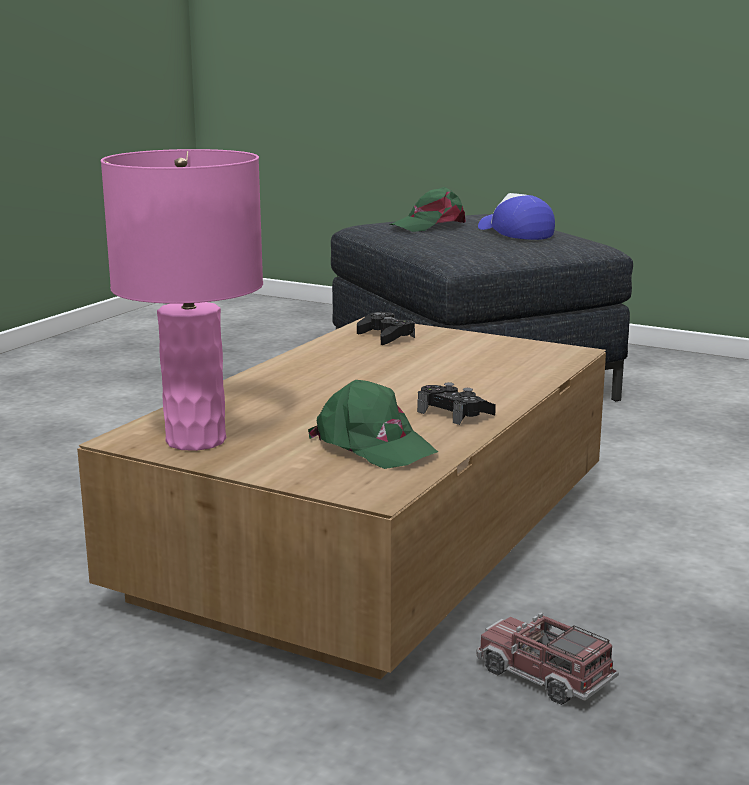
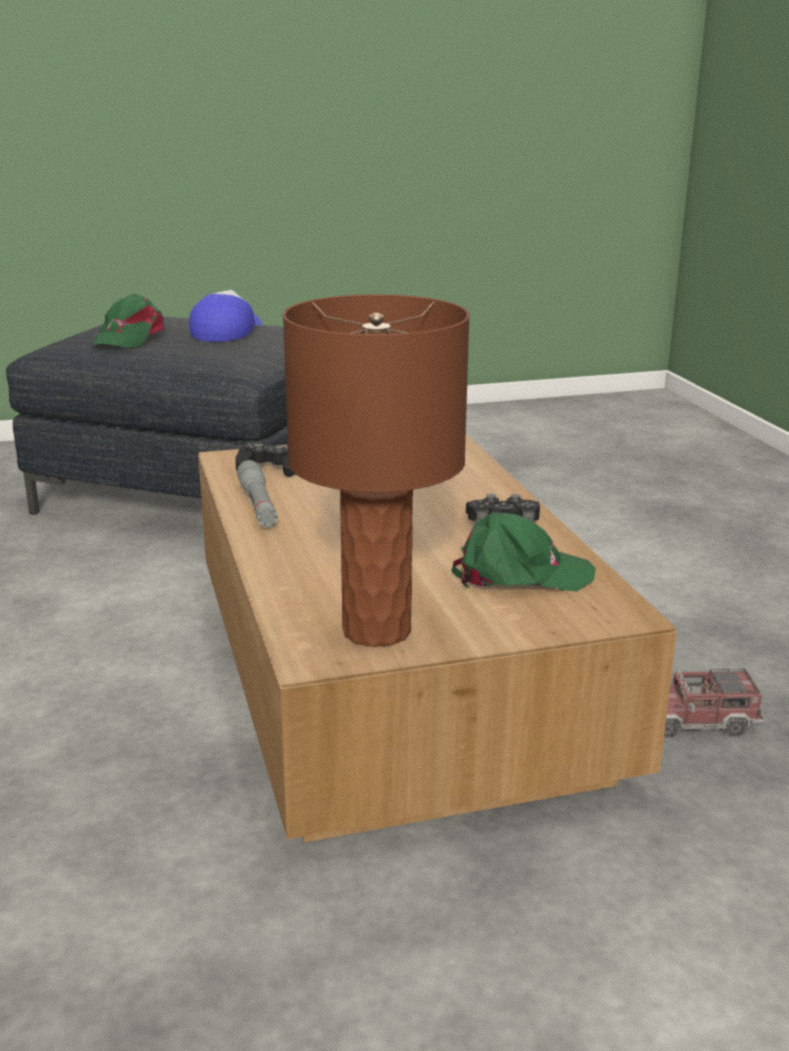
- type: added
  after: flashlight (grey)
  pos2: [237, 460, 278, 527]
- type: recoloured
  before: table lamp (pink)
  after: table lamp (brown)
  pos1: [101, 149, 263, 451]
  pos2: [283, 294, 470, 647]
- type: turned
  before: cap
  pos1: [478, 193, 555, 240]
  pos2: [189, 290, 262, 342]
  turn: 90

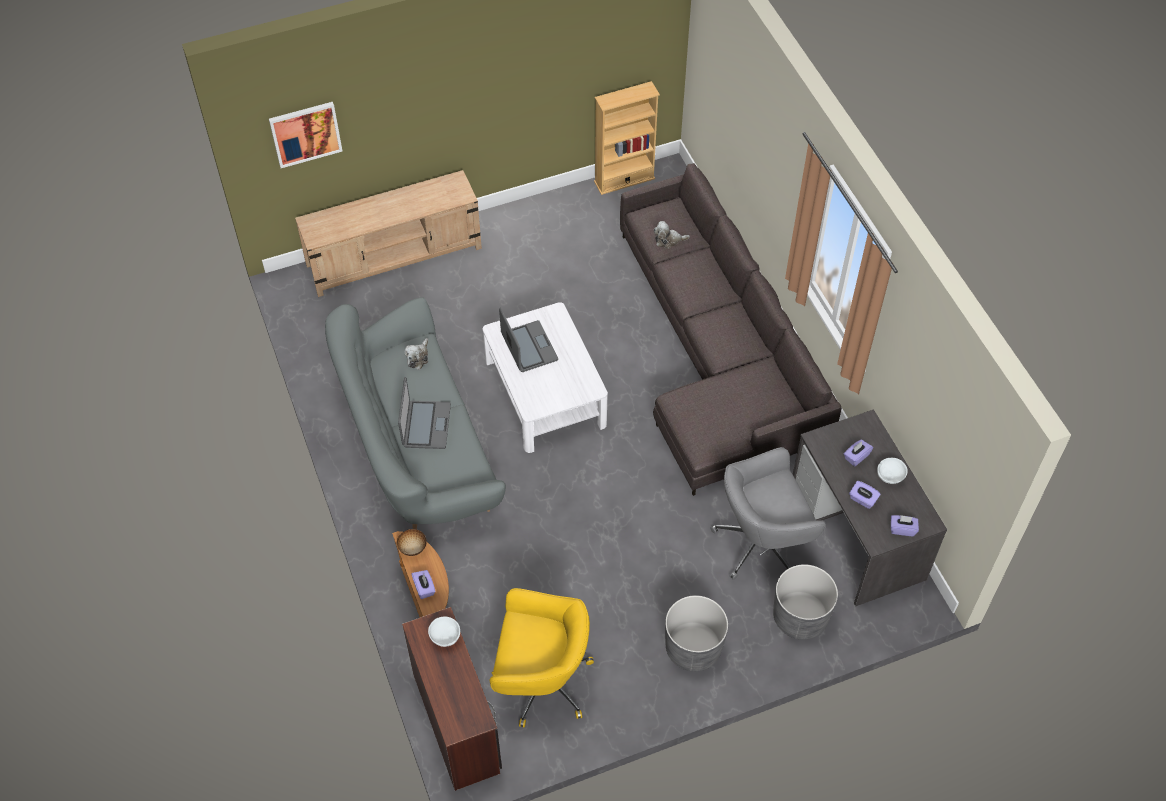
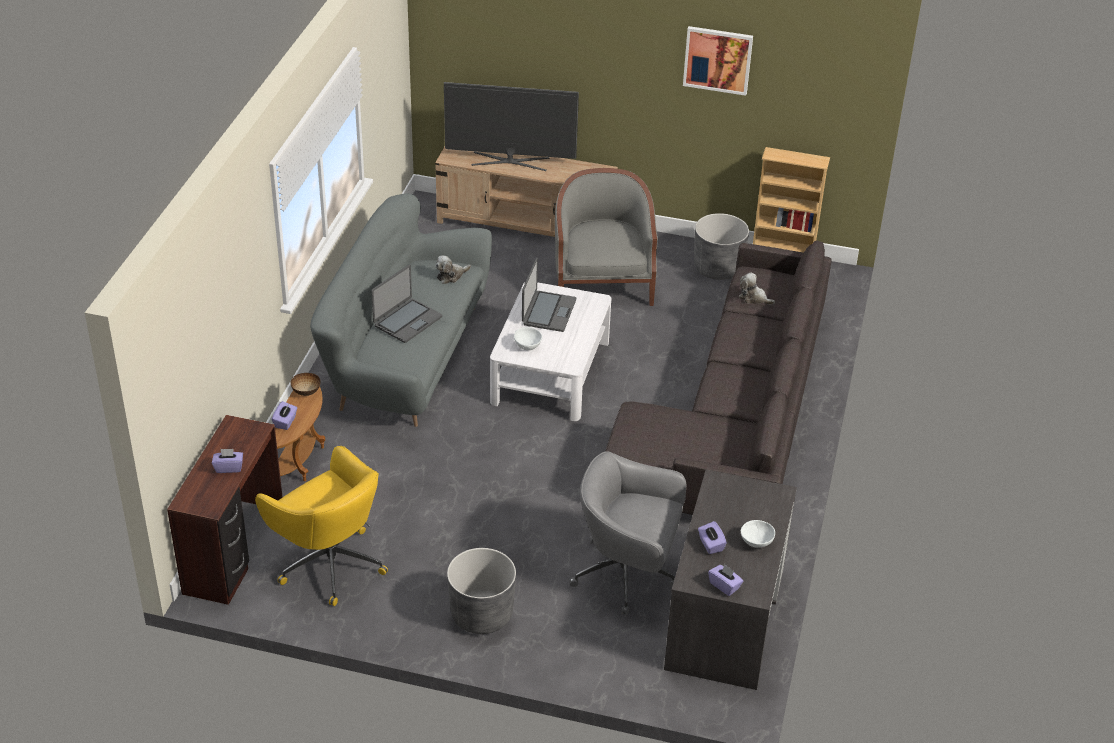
- type: added
  after: television
  pos2: [444, 82, 579, 171]
- type: added
  after: armchair (grey)
  pos2: [555, 168, 658, 306]
- type: moved
  before: picture
  pos1: [269, 102, 342, 168]
  pos2: [683, 26, 753, 96]
- type: moved
  before: bowl (white)
  pos1: [428, 617, 460, 647]
  pos2: [514, 327, 542, 350]
- type: moved
  before: planter (grey)
  pos1: [773, 564, 838, 640]
  pos2: [694, 213, 749, 280]
- type: moved
  before: tissue box (purple)
  pos1: [844, 440, 873, 467]
  pos2: [212, 449, 243, 473]

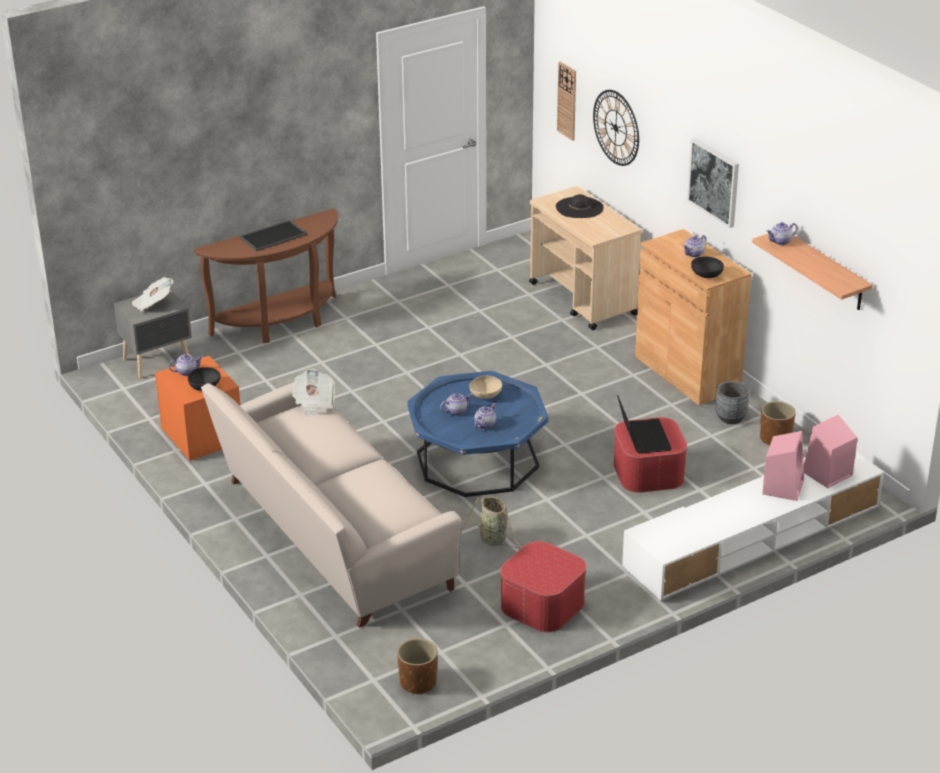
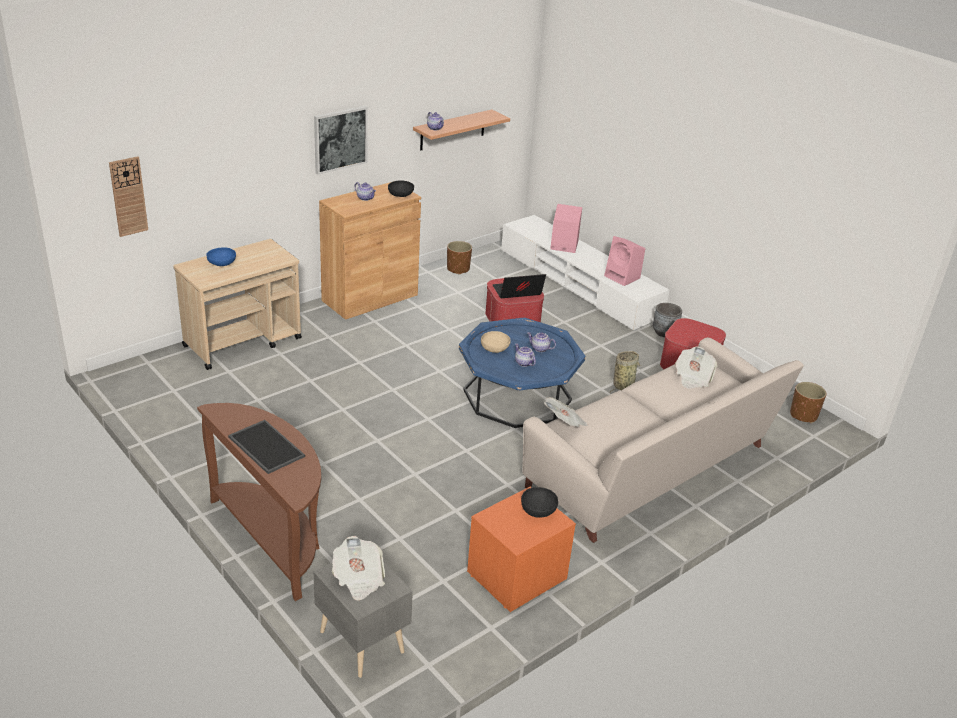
- type: removed
  before: teapot
  pos1: [168, 354, 203, 376]
- type: removed
  before: wall clock
  pos1: [593, 90, 639, 166]
- type: added
  after: newspaper
  pos2: [675, 346, 718, 389]
- type: moved
  before: planter (grey)
  pos1: [715, 381, 750, 424]
  pos2: [653, 303, 682, 337]
- type: moved
  before: speaker (pink)
  pos1: [804, 415, 858, 488]
  pos2: [604, 236, 645, 286]
- type: replaced
  before: hat (black)
  after: bowl (blue)
  pos1: [556, 194, 604, 218]
  pos2: [206, 247, 236, 266]

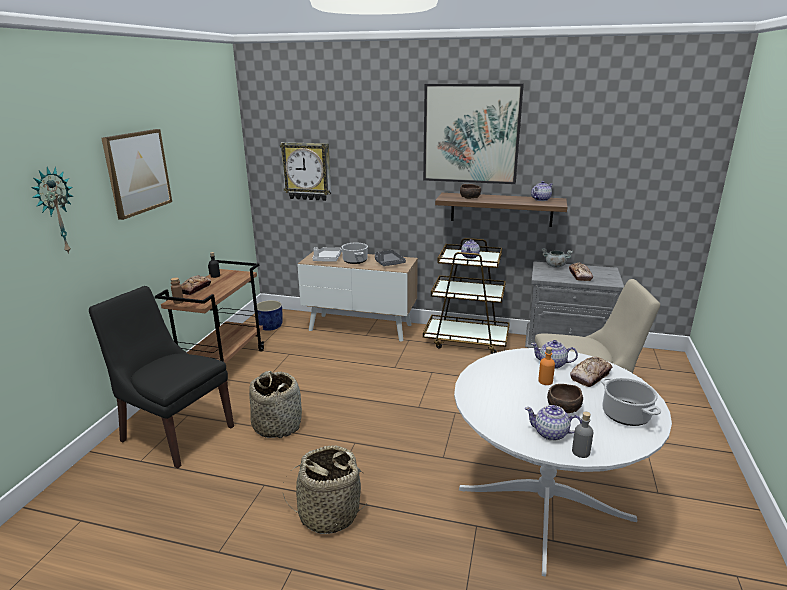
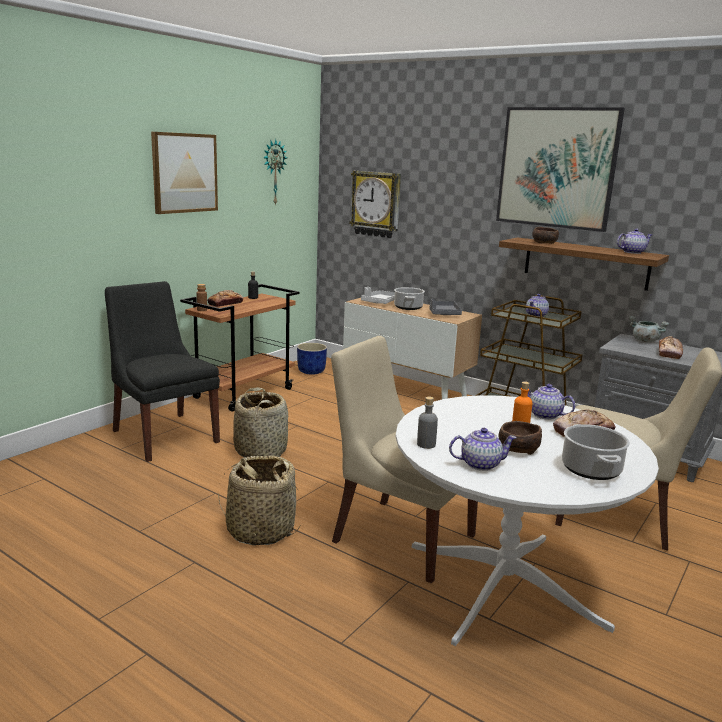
- type: added
  after: chair (beige)
  pos2: [331, 336, 478, 584]
- type: moved
  before: wall clock
  pos1: [31, 167, 74, 254]
  pos2: [263, 139, 287, 206]
- type: moved
  before: bottle (grey)
  pos1: [572, 412, 594, 458]
  pos2: [417, 397, 438, 449]
- type: turned
  before: teapot
  pos1: [525, 405, 582, 441]
  pos2: [449, 428, 517, 471]
  turn: 135

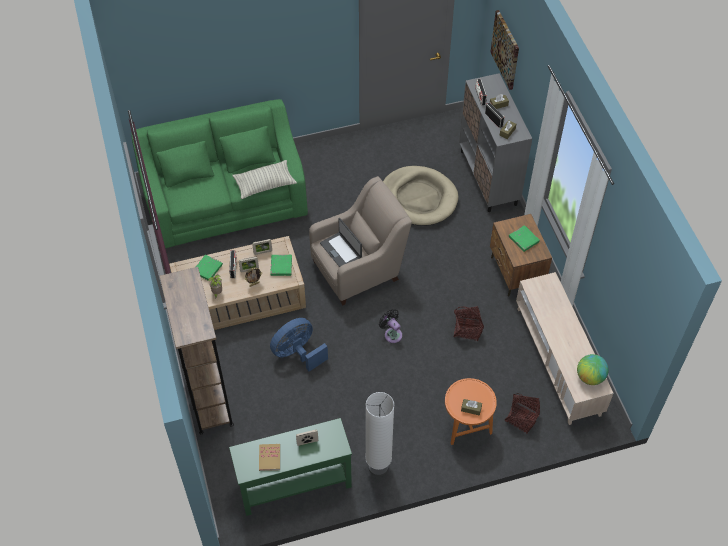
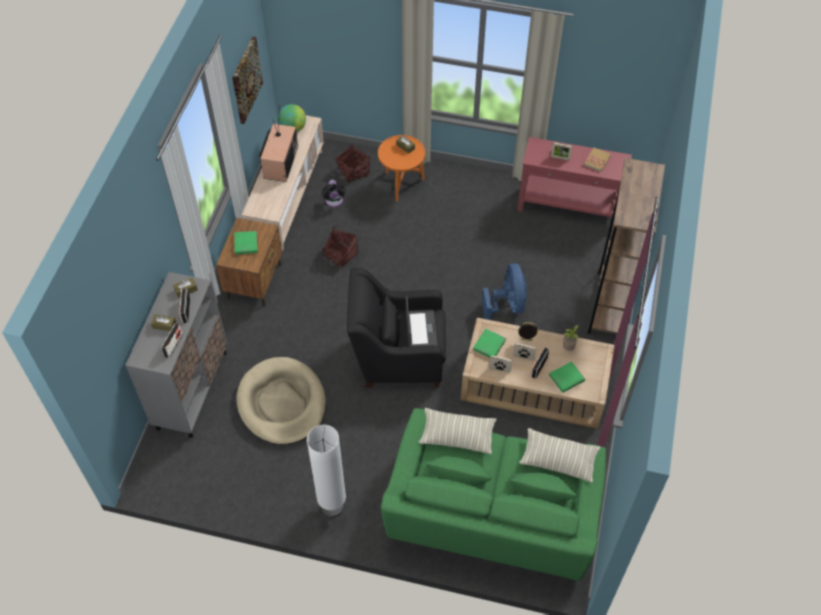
- type: added
  after: television
  pos2: [259, 105, 298, 182]
- type: added
  after: pillow
  pos2: [519, 428, 600, 483]
- type: moved
  before: floor lamp (white)
  pos1: [365, 392, 394, 476]
  pos2: [307, 425, 346, 518]
- type: moved
  before: fan (black)
  pos1: [379, 309, 402, 343]
  pos2: [322, 180, 346, 207]
- type: moved
  before: picture
  pos1: [490, 10, 519, 90]
  pos2: [232, 36, 263, 124]
- type: recoloured
  before: console table (green)
  after: console table (red)
  pos1: [229, 418, 352, 516]
  pos2: [517, 137, 632, 228]
- type: recoloured
  before: armchair (beige)
  after: armchair (black)
  pos1: [309, 176, 412, 306]
  pos2: [347, 268, 446, 388]
- type: turned
  before: fan (blue)
  pos1: [270, 318, 328, 371]
  pos2: [482, 263, 527, 320]
  turn: -90

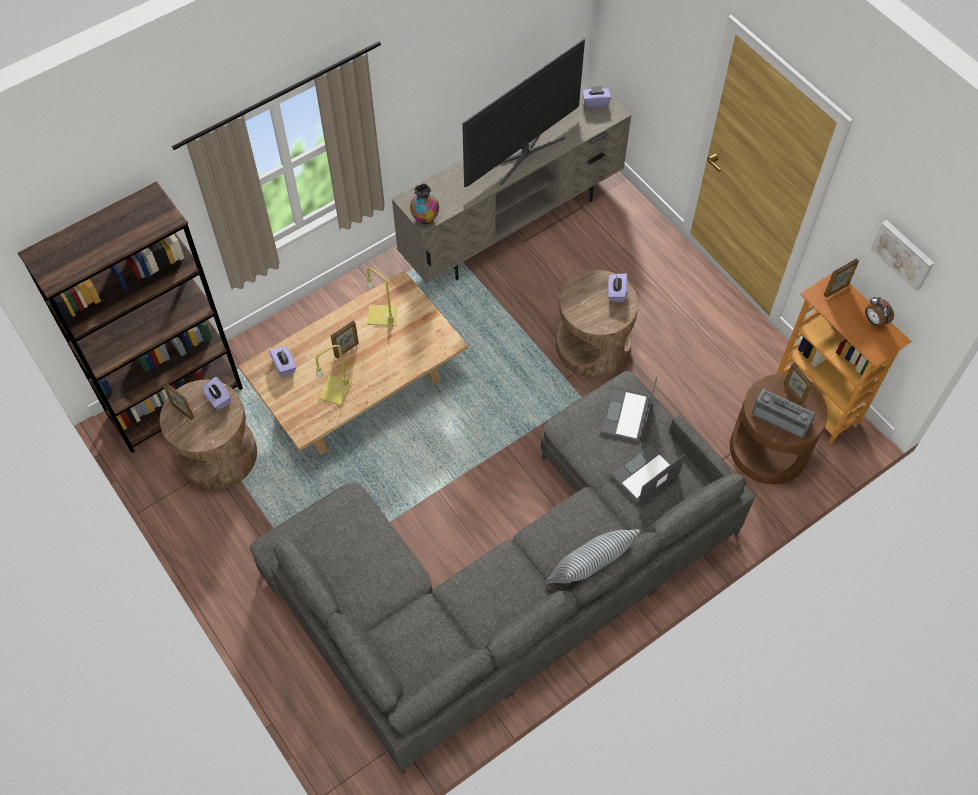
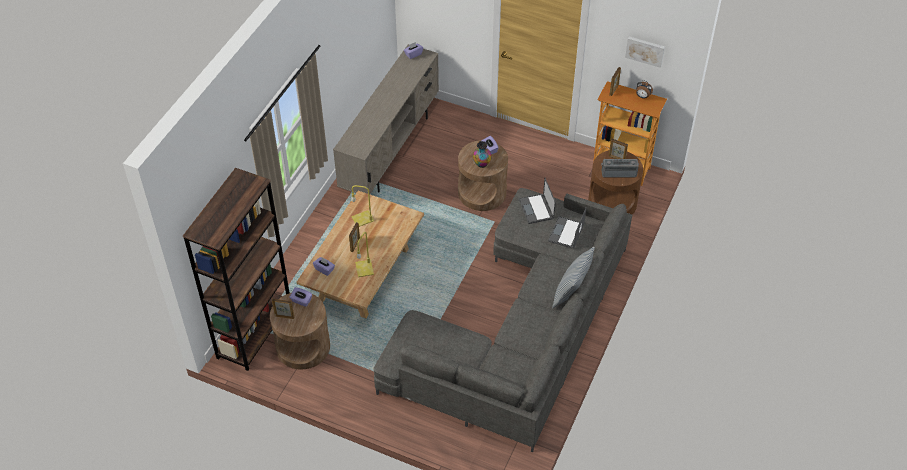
- type: removed
  before: television
  pos1: [462, 39, 585, 187]
- type: moved
  before: vase
  pos1: [410, 184, 439, 224]
  pos2: [473, 141, 492, 168]

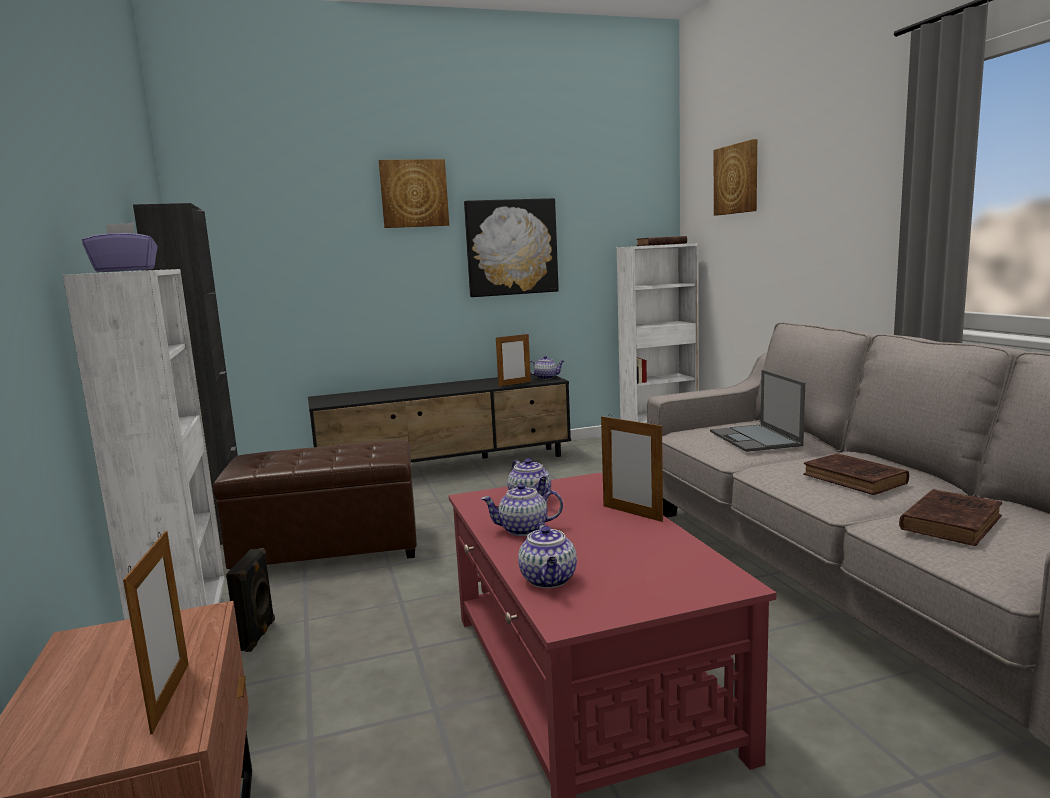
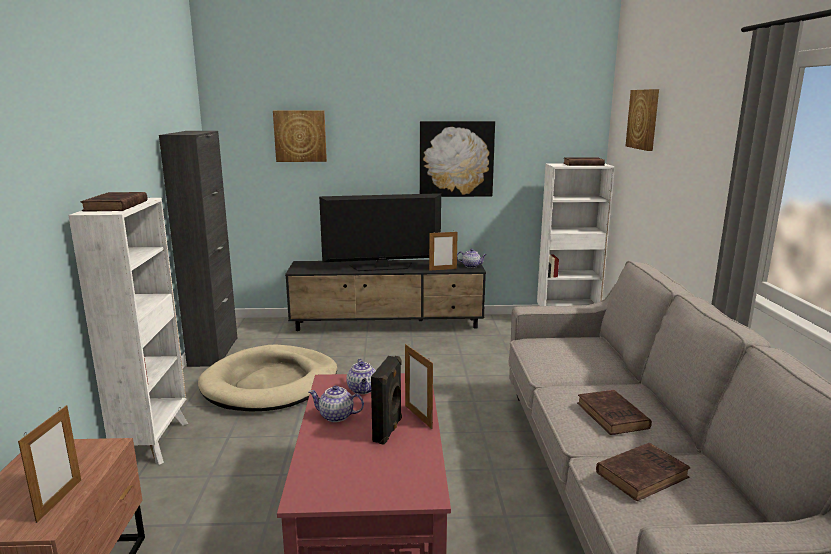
- type: removed
  before: teapot
  pos1: [518, 523, 577, 588]
- type: removed
  before: laptop
  pos1: [710, 370, 805, 452]
- type: added
  after: television
  pos2: [319, 193, 441, 271]
- type: moved
  before: speaker (black)
  pos1: [226, 548, 275, 652]
  pos2: [371, 356, 402, 445]
- type: moved
  before: picture
  pos1: [379, 159, 449, 228]
  pos2: [273, 110, 327, 162]
- type: replaced
  before: tissue box (purple)
  after: book (brown)
  pos1: [82, 223, 158, 272]
  pos2: [81, 192, 148, 212]
- type: replaced
  before: ottoman (brown)
  after: dog bed (beige)
  pos1: [213, 441, 417, 570]
  pos2: [198, 344, 337, 411]

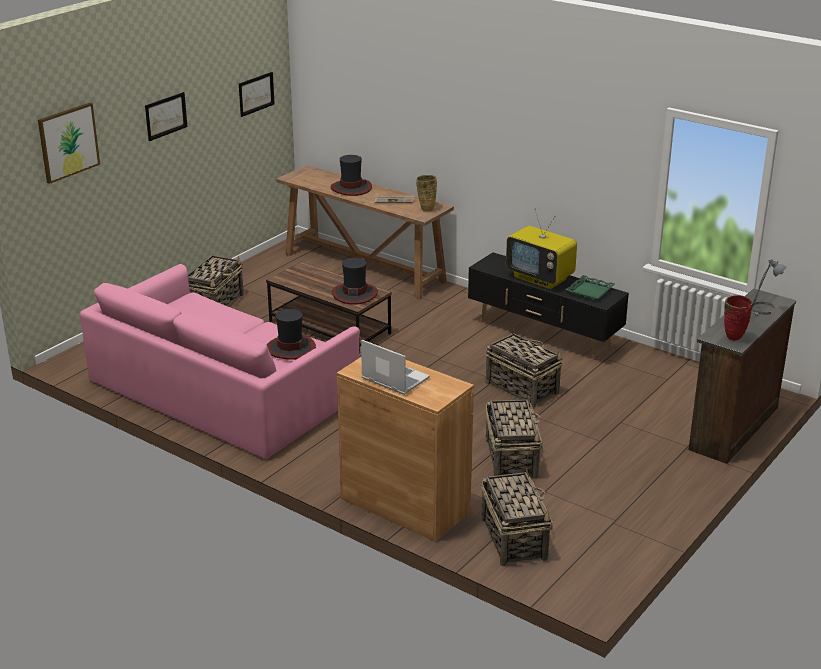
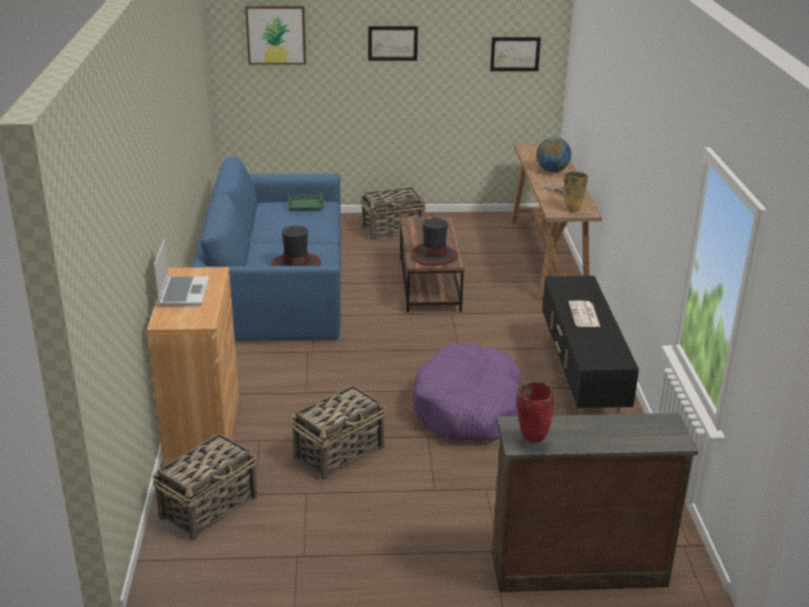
- type: removed
  before: table lamp (grey)
  pos1: [751, 259, 787, 315]
- type: moved
  before: tray (green)
  pos1: [565, 275, 615, 301]
  pos2: [287, 194, 325, 211]
- type: replaced
  before: hat
  after: globe
  pos1: [331, 155, 372, 196]
  pos2: [536, 137, 571, 172]
- type: replaced
  before: basket
  after: dog bed (purple)
  pos1: [486, 329, 564, 408]
  pos2: [412, 343, 522, 442]
- type: replaced
  before: television
  after: newspaper
  pos1: [506, 209, 577, 289]
  pos2: [569, 301, 600, 327]
- type: recoloured
  before: sofa (pink)
  after: sofa (blue)
  pos1: [80, 264, 359, 459]
  pos2: [192, 156, 341, 341]

